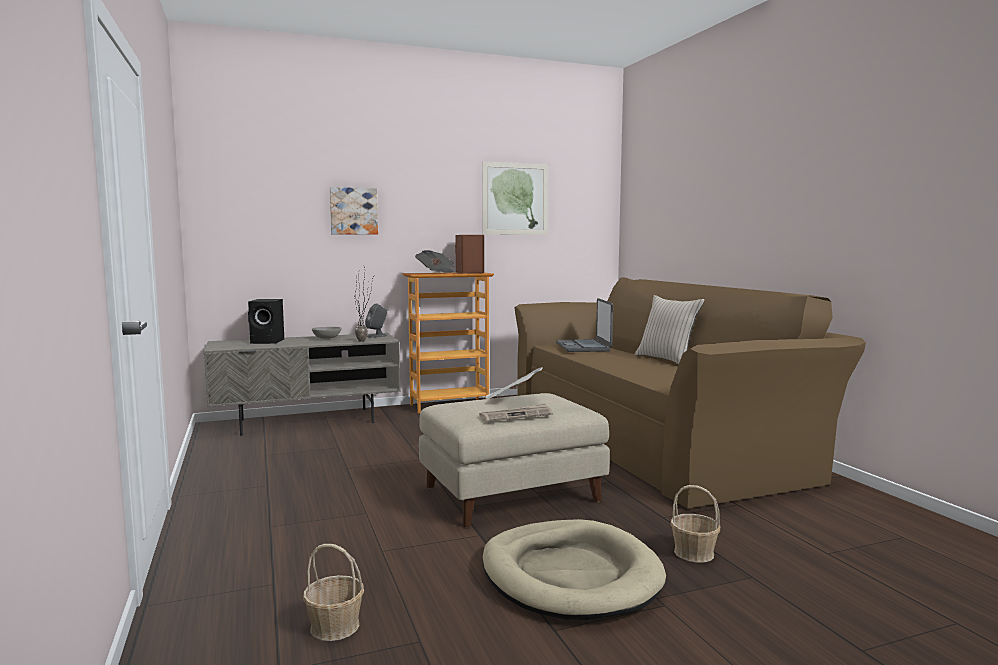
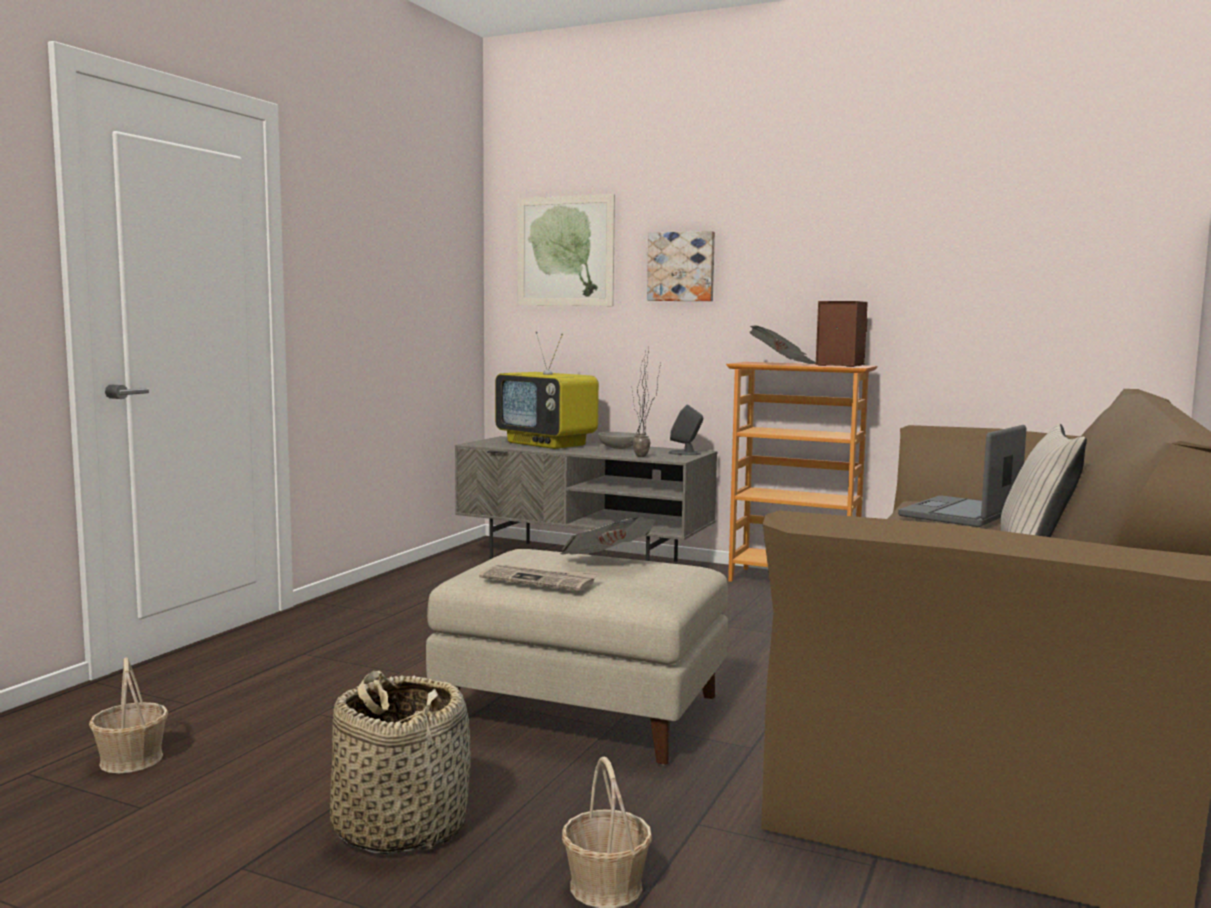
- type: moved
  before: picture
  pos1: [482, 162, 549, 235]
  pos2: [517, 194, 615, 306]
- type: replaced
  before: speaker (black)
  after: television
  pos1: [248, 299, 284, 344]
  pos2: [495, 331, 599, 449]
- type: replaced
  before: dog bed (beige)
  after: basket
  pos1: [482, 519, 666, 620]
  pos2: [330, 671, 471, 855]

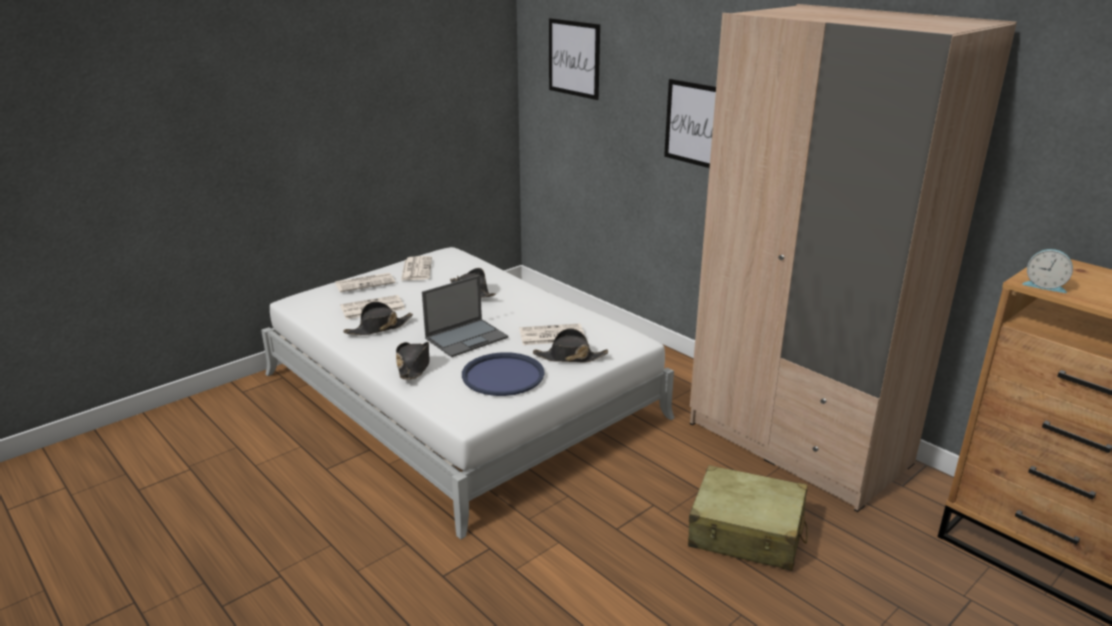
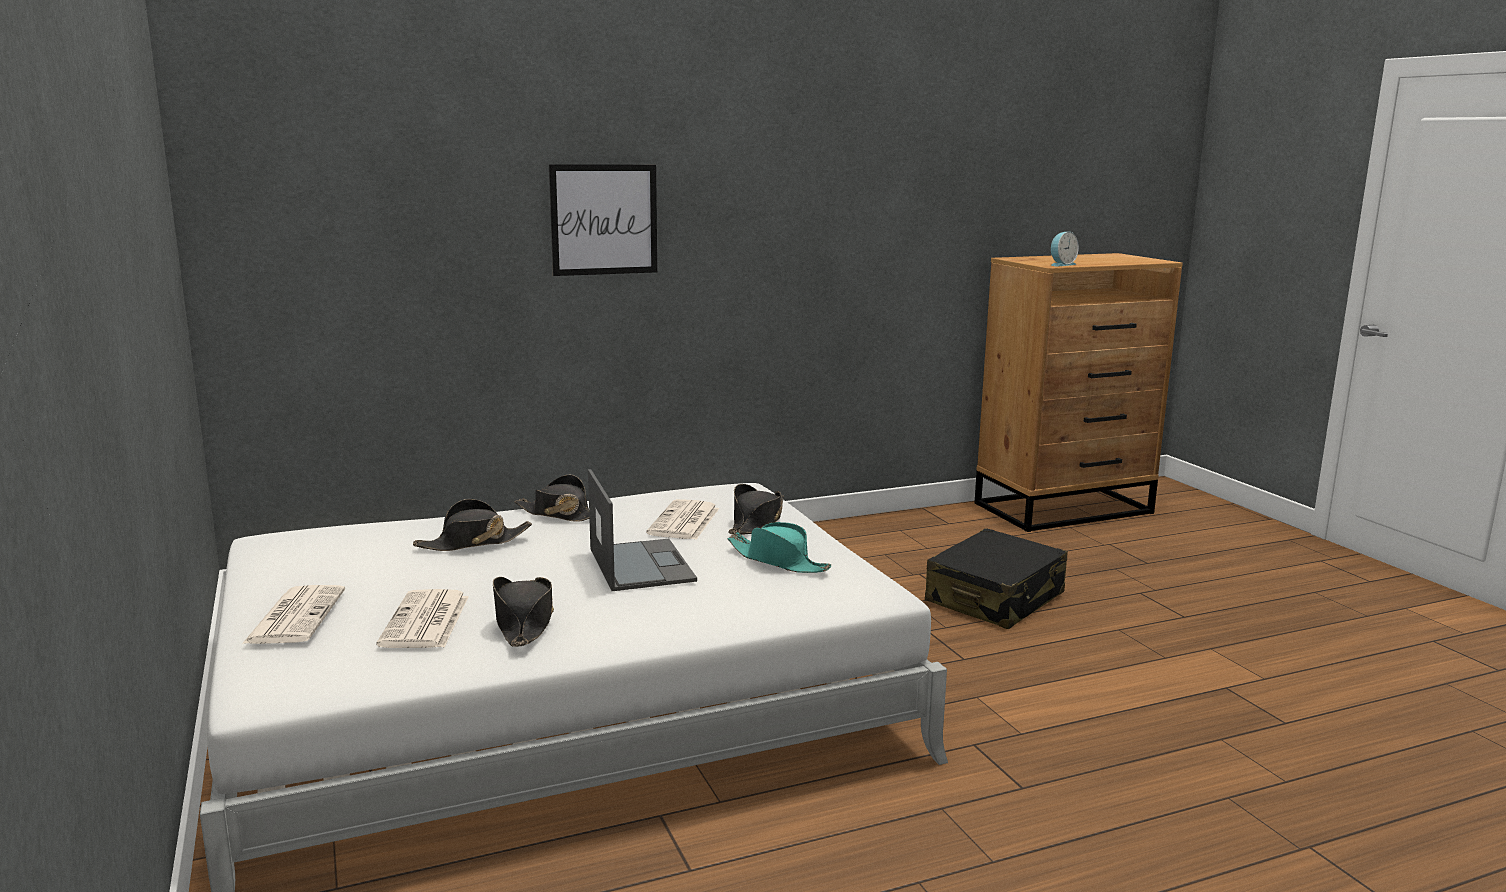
- type: removed
  before: newspaper
  pos1: [401, 256, 432, 280]
- type: removed
  before: picture
  pos1: [549, 18, 600, 100]
- type: removed
  before: wardrobe (beige)
  pos1: [690, 4, 1017, 512]
- type: moved
  before: hat (black)
  pos1: [396, 342, 430, 380]
  pos2: [515, 475, 589, 522]
- type: replaced
  before: tray (blue)
  after: hat (turquoise)
  pos1: [462, 352, 544, 396]
  pos2: [727, 522, 831, 573]
- type: recoloured
  before: suitcase (beige)
  after: suitcase (black)
  pos1: [688, 465, 808, 571]
  pos2: [925, 528, 1068, 629]

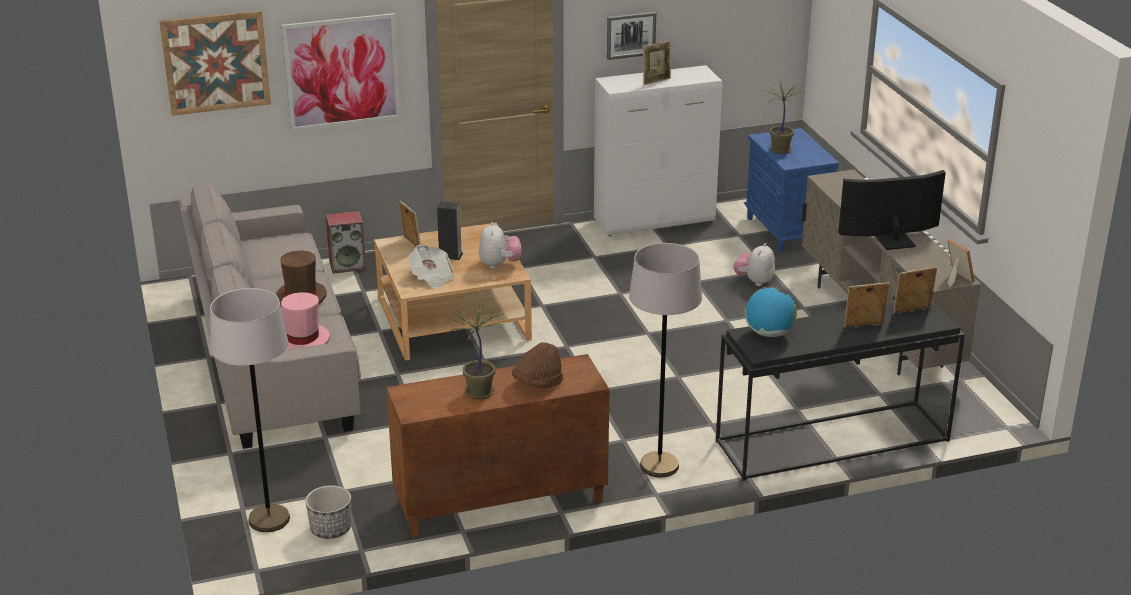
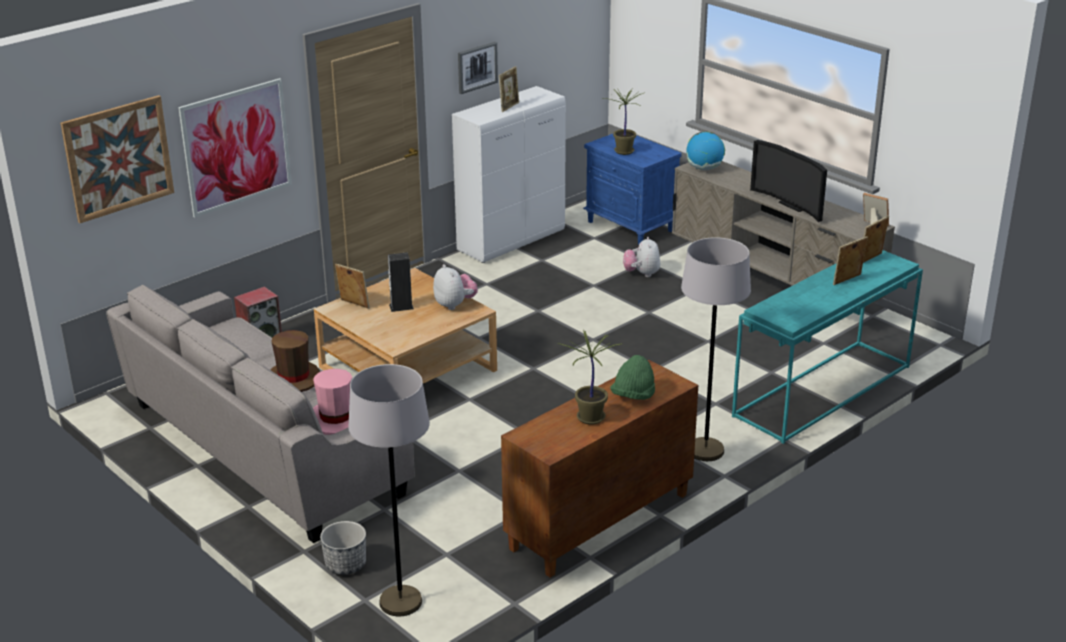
- type: removed
  before: newspaper
  pos1: [408, 244, 455, 289]
- type: moved
  before: planter
  pos1: [305, 485, 351, 539]
  pos2: [320, 521, 366, 575]
- type: moved
  before: globe
  pos1: [745, 286, 797, 337]
  pos2: [686, 131, 725, 170]
- type: recoloured
  before: hat (brown)
  after: hat (green)
  pos1: [512, 342, 563, 388]
  pos2: [610, 355, 655, 400]
- type: recoloured
  before: console table (black)
  after: console table (turquoise)
  pos1: [716, 300, 965, 481]
  pos2: [732, 250, 923, 444]
- type: turned
  before: television
  pos1: [838, 170, 946, 250]
  pos2: [750, 140, 827, 222]
  turn: -90

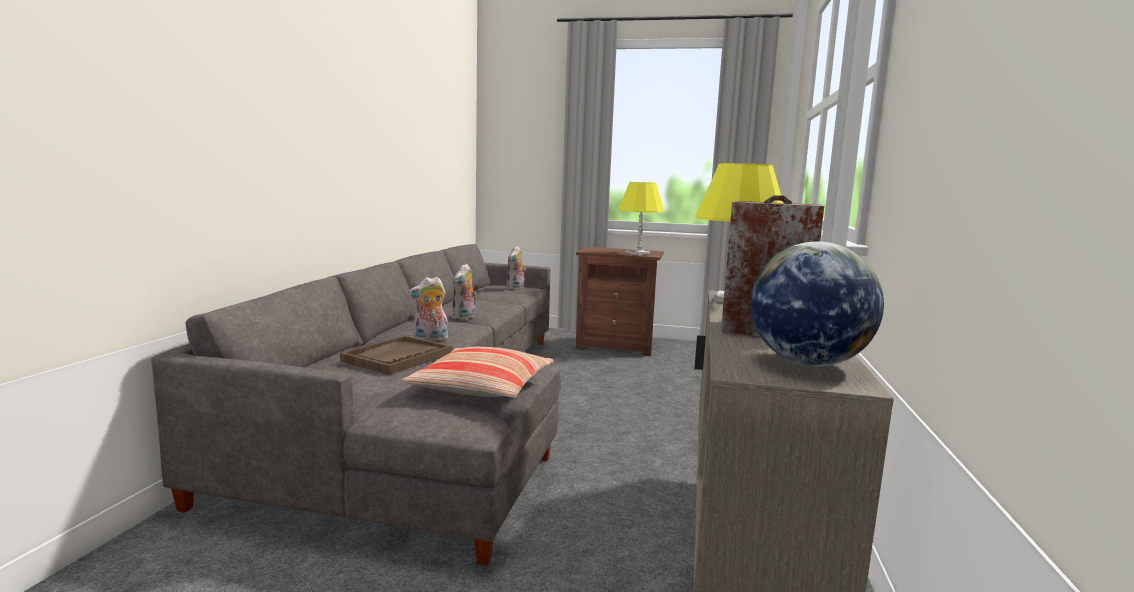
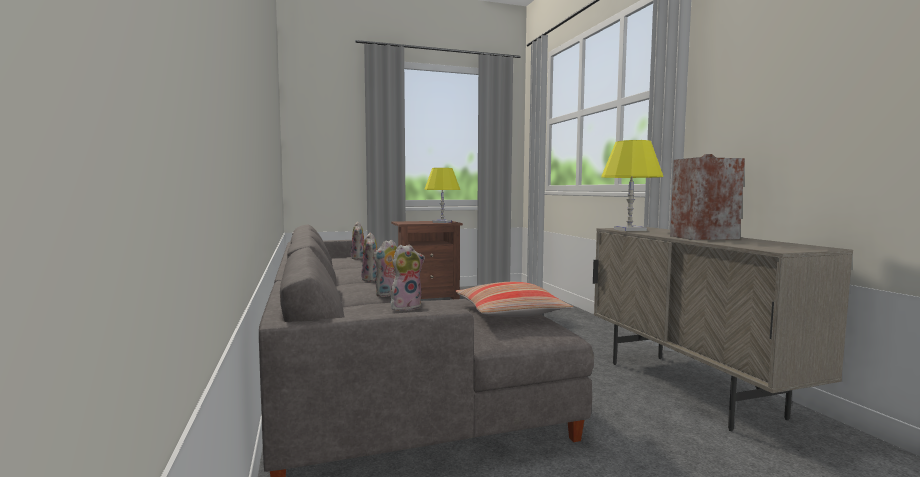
- type: removed
  before: globe
  pos1: [751, 241, 884, 366]
- type: replaced
  before: tray (brown)
  after: plush toy
  pos1: [340, 335, 453, 375]
  pos2: [391, 244, 425, 311]

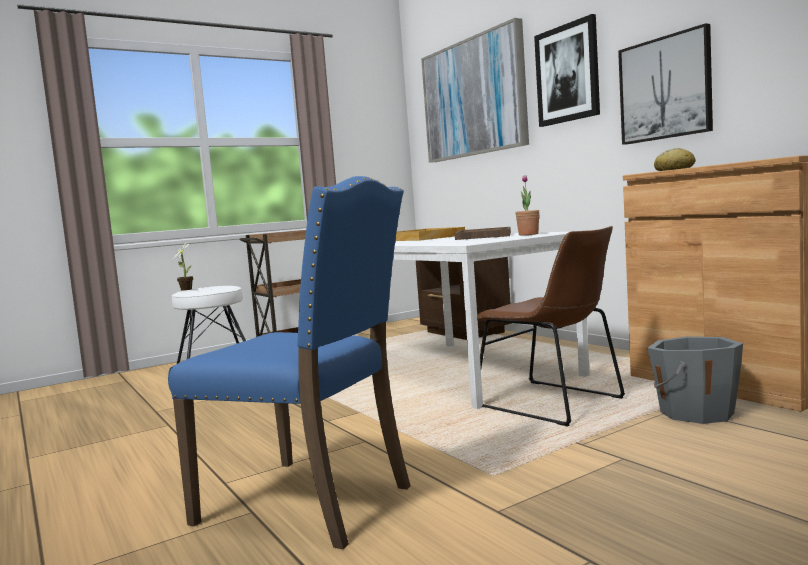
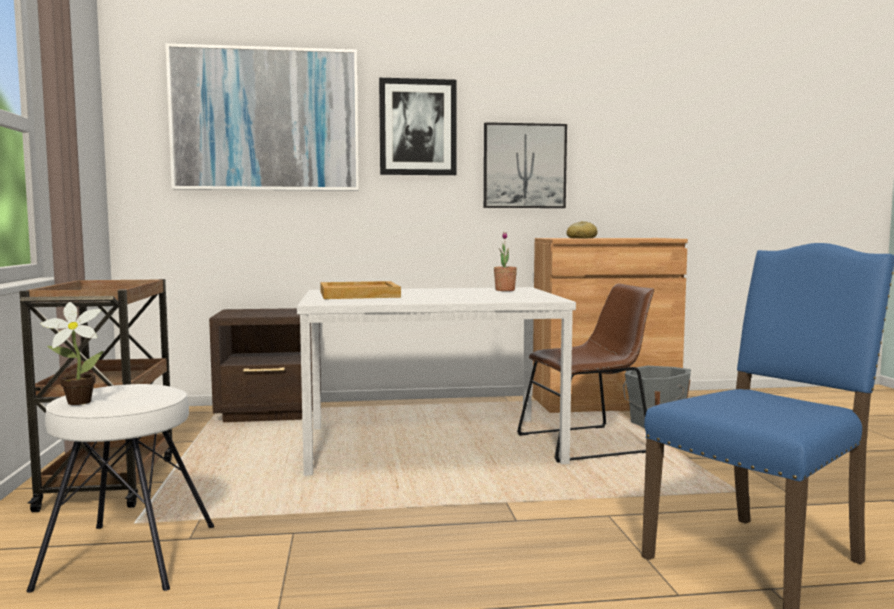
- type: removed
  before: tray (brown)
  pos1: [455, 227, 511, 240]

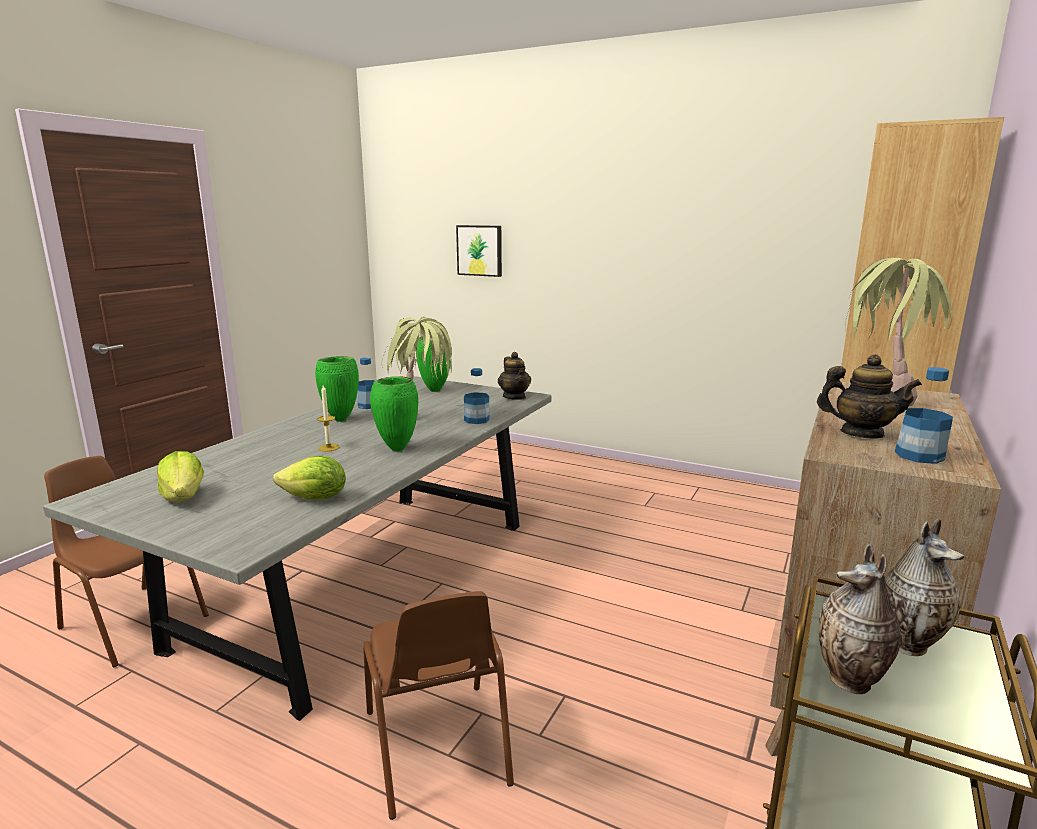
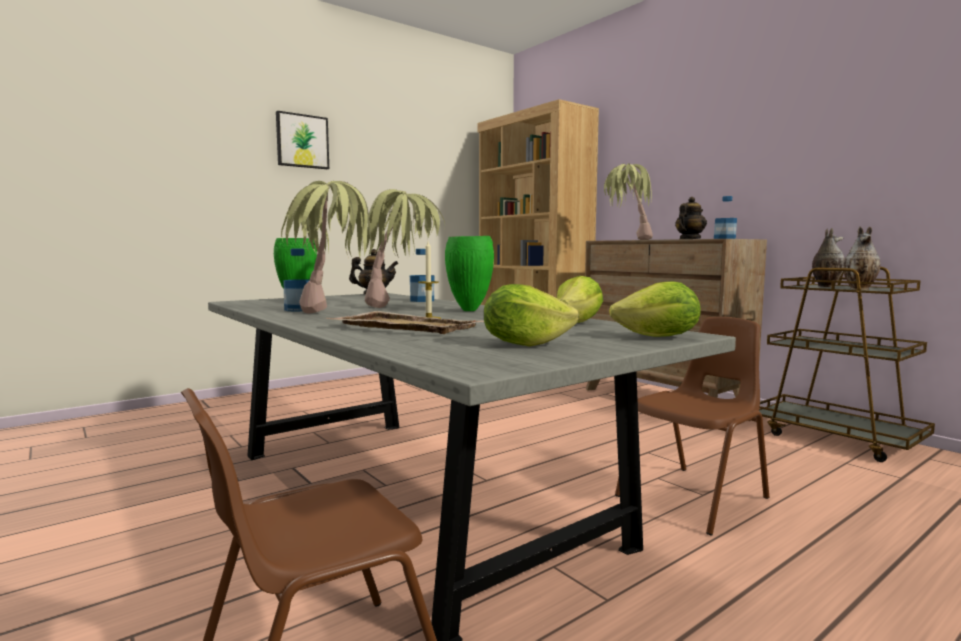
- type: added
  after: tray (beige)
  pos2: [325, 311, 484, 334]
- type: added
  after: lettuce
  pos2: [609, 281, 701, 337]
- type: moved
  before: picture
  pos1: [456, 225, 502, 277]
  pos2: [276, 111, 329, 169]
- type: replaced
  before: vase (green)
  after: potted plant
  pos1: [315, 356, 359, 422]
  pos2: [281, 181, 372, 314]
- type: turned
  before: chair (brown)
  pos1: [363, 591, 514, 820]
  pos2: [615, 317, 769, 535]
  turn: -45

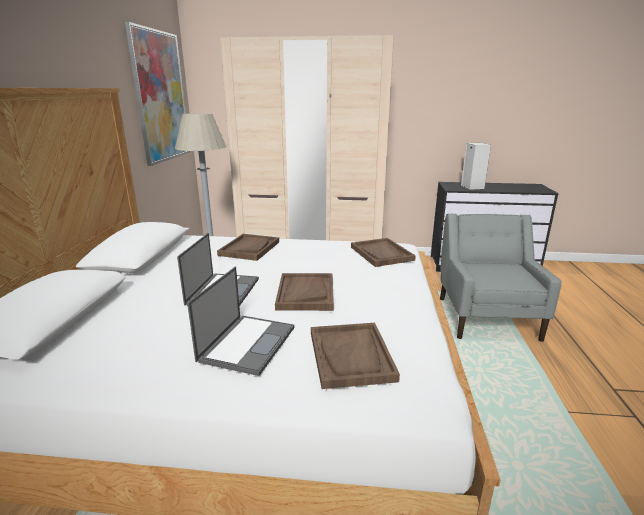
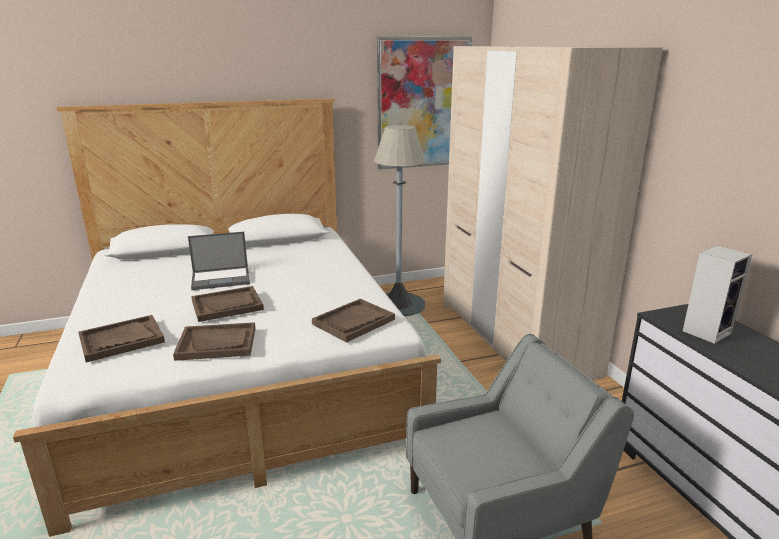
- type: removed
  before: laptop
  pos1: [187, 267, 294, 376]
- type: moved
  before: tray (brown)
  pos1: [217, 234, 279, 261]
  pos2: [173, 322, 256, 361]

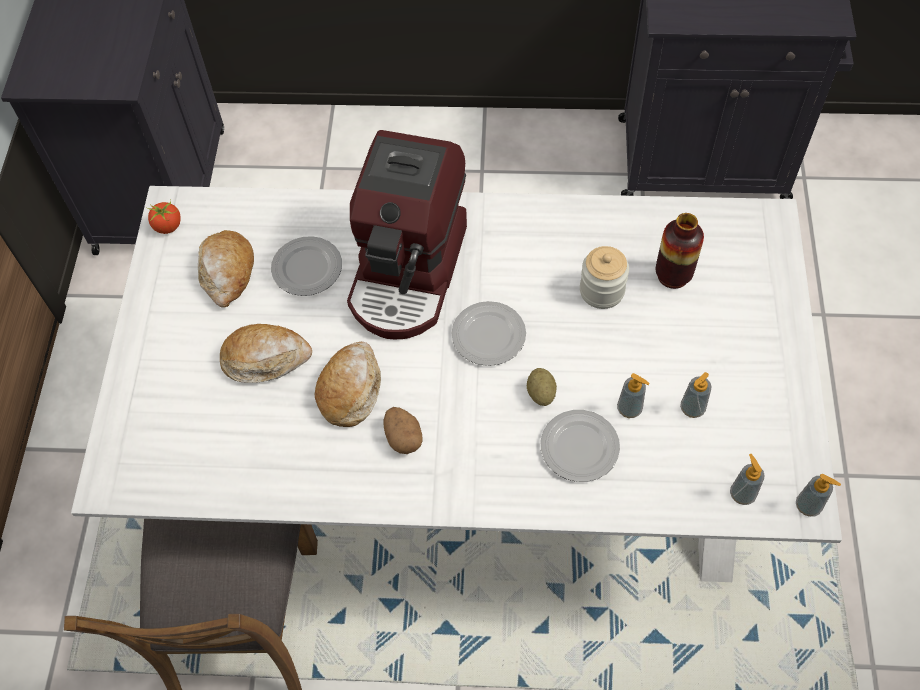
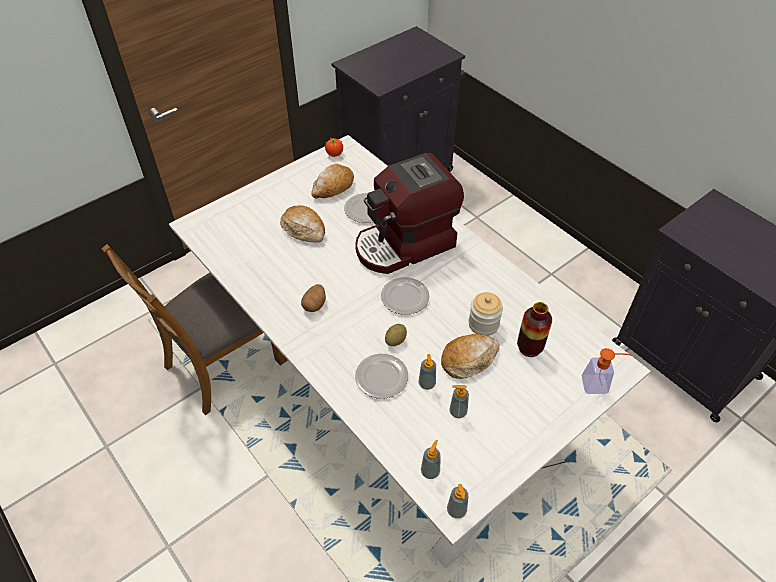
- type: added
  after: soap dispenser
  pos2: [582, 348, 632, 394]
- type: moved
  before: bread
  pos1: [314, 342, 381, 427]
  pos2: [441, 334, 500, 379]

